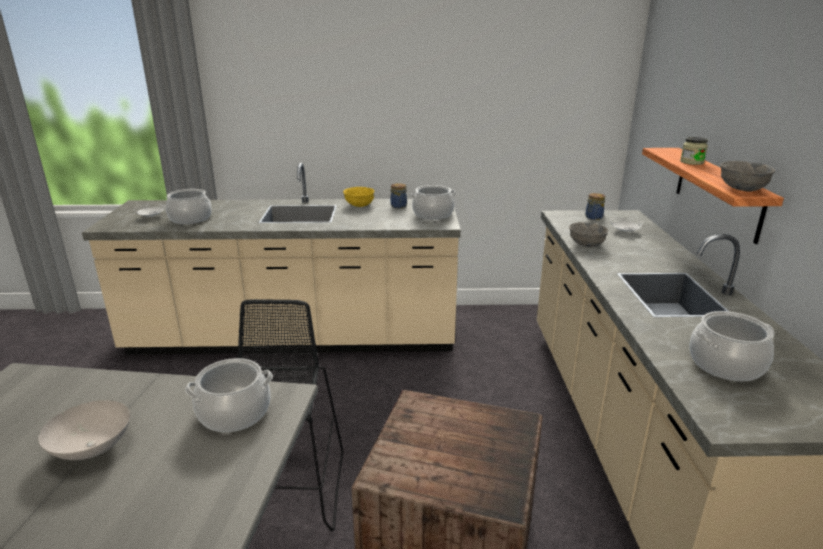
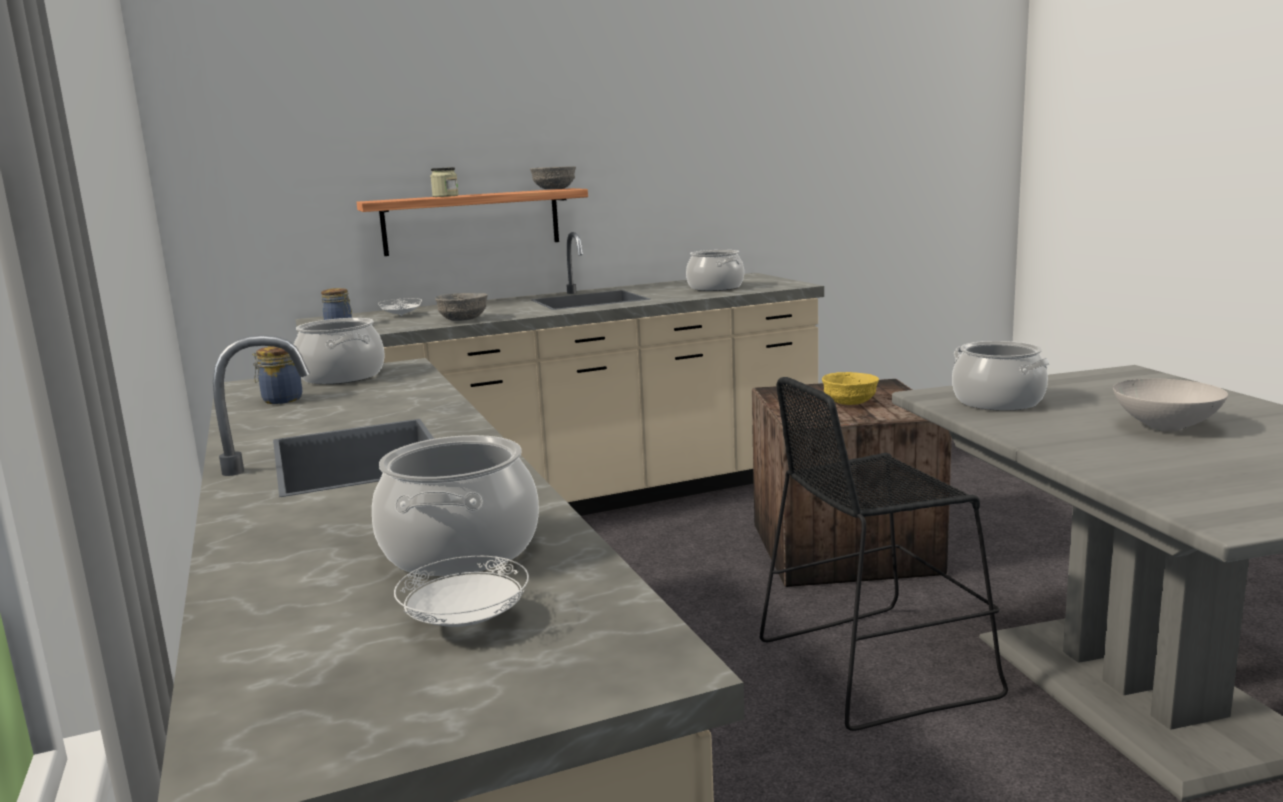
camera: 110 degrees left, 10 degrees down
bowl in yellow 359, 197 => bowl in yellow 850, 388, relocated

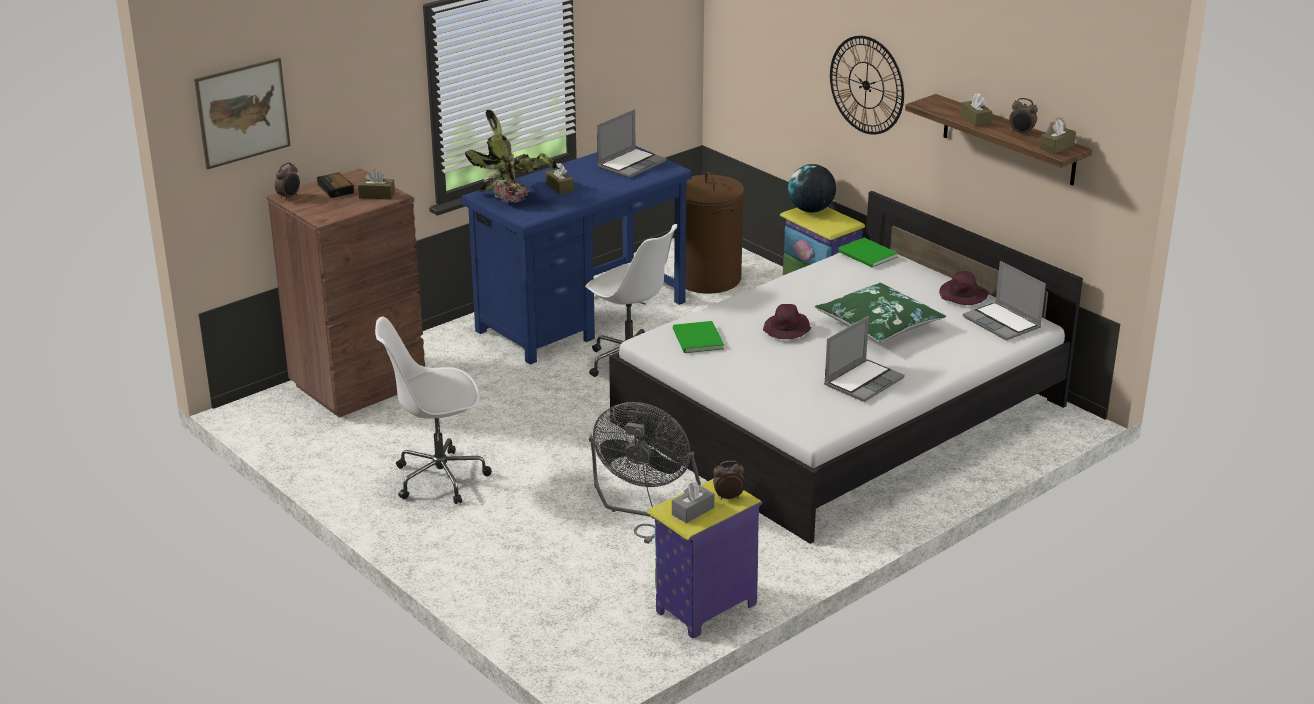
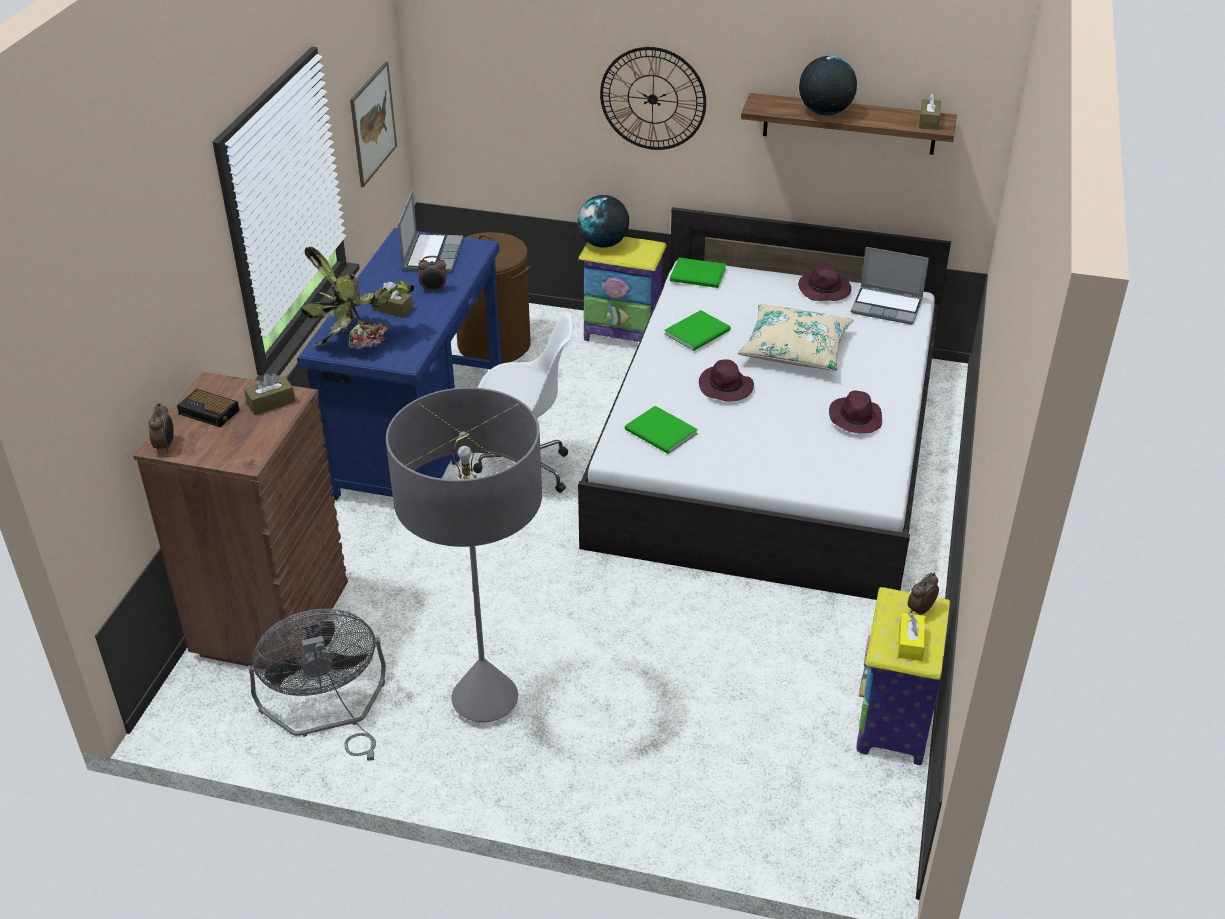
camera: 35 degrees left, 10 degrees up
fan in grey 645, 473 => fan in grey 317, 685, relocated
picture 242, 114 => picture 373, 124, relocated
office chair in white 433, 410 => floor lamp in grey 464, 554
alarm clock 1023, 117 => alarm clock 432, 274, relocated
nothing => book in green 698, 330
pillow in green 880, 313 => pillow in beige 795, 337
tissue box in brown 976, 110 => globe 828, 85
laptop 864, 359 => hat in purple 855, 411
tissue box in grey 693, 502 => tissue box in yellow 912, 637

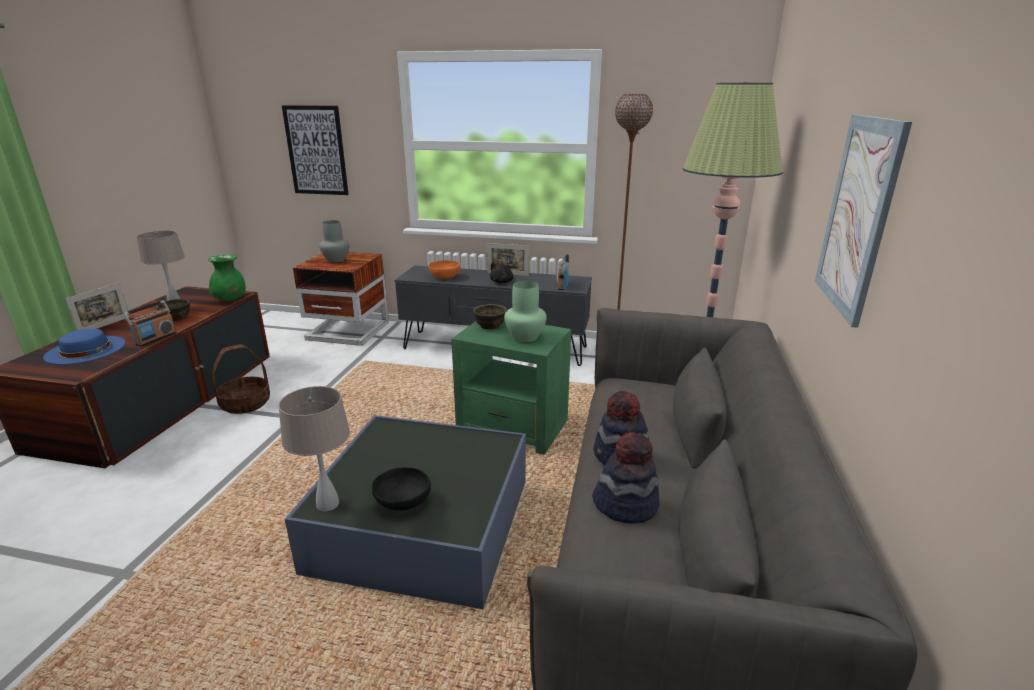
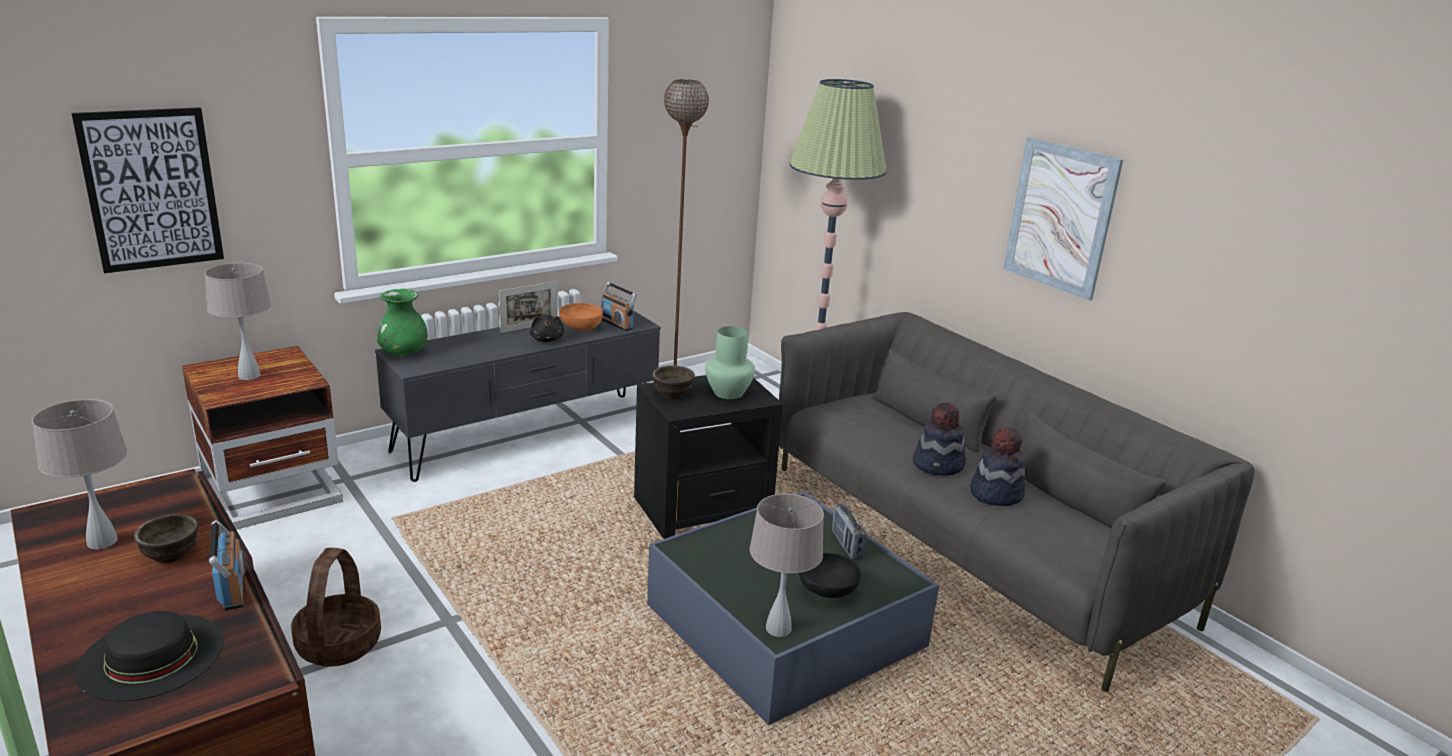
camera: 50 degrees left, 0 degrees up
hat in blue 84, 346 => hat in black 149, 656
vase in grey 334, 241 => table lamp in beige 237, 321
vase in green 227, 277 => vase in green 402, 322, relocated
bowl in orange 444, 269 => bowl in orange 581, 317, relocated
side table in green 511, 388 => side table in black 708, 457
nothing => radio 849, 532
picture frame 97, 307 => nothing

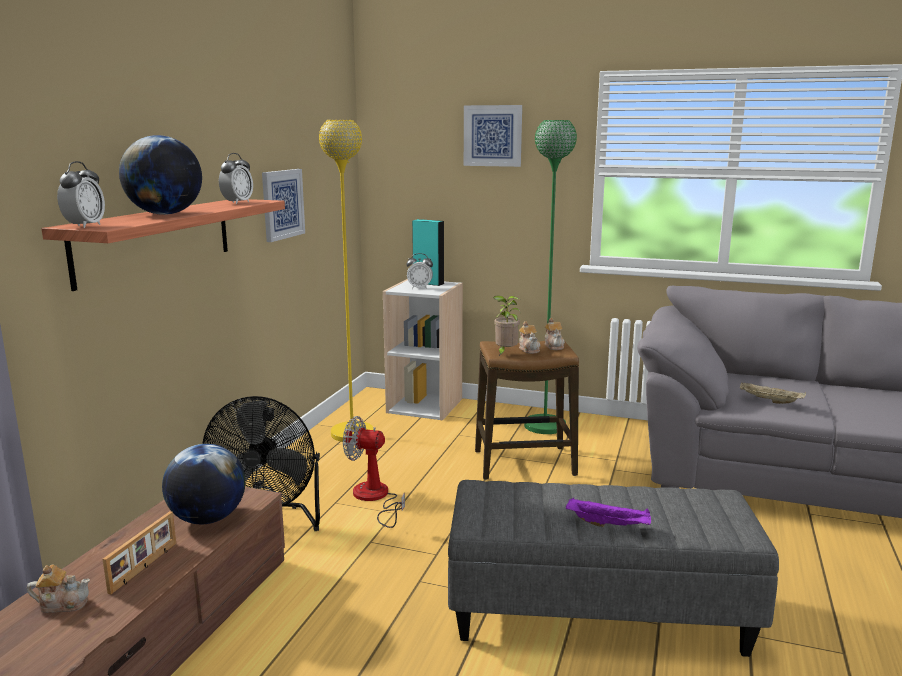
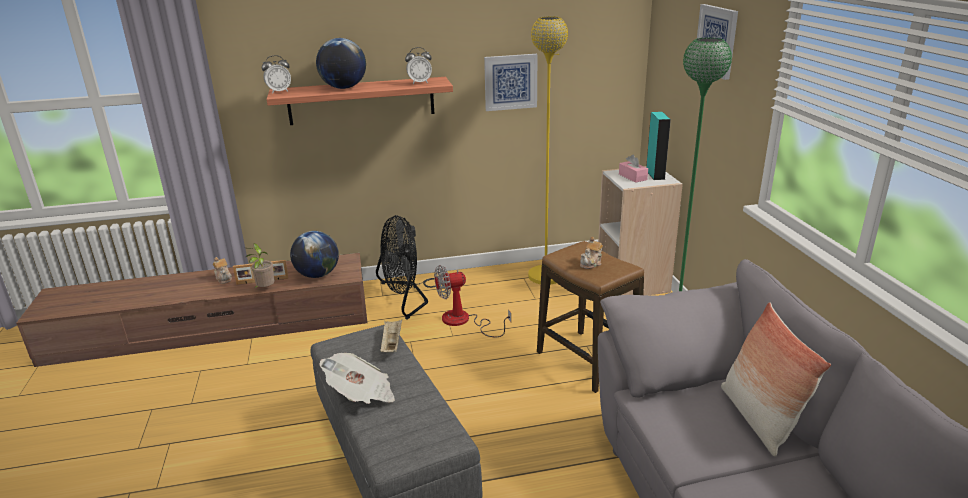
camera: 60 degrees right, 10 degrees up
potted plant 507, 325 => potted plant 260, 266, relocated
tray in purple 608, 512 => newspaper 357, 378
tray in beige 773, 393 => tray in beige 391, 336, relocated
fan 374, 472 => fan 472, 301, 90 degrees counterclockwise
alarm clock 419, 271 => tissue box in pink 633, 169
nothing => pillow 776, 379
teapot 555, 334 => nothing

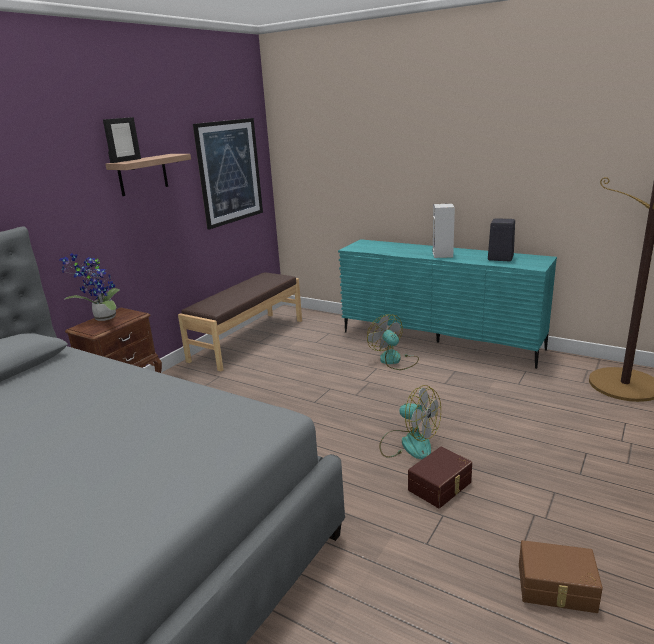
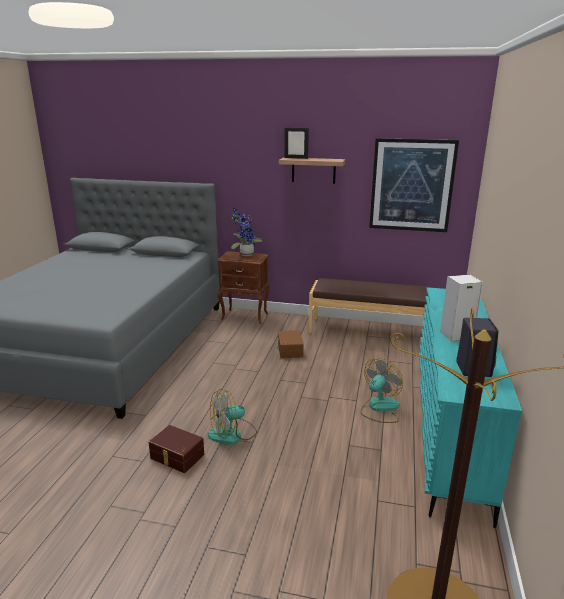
camera: 70 degrees right, 0 degrees up
fan 410, 422 => fan 232, 416, 45 degrees clockwise
storage box in brown 561, 576 => storage box in brown 290, 344, relocated

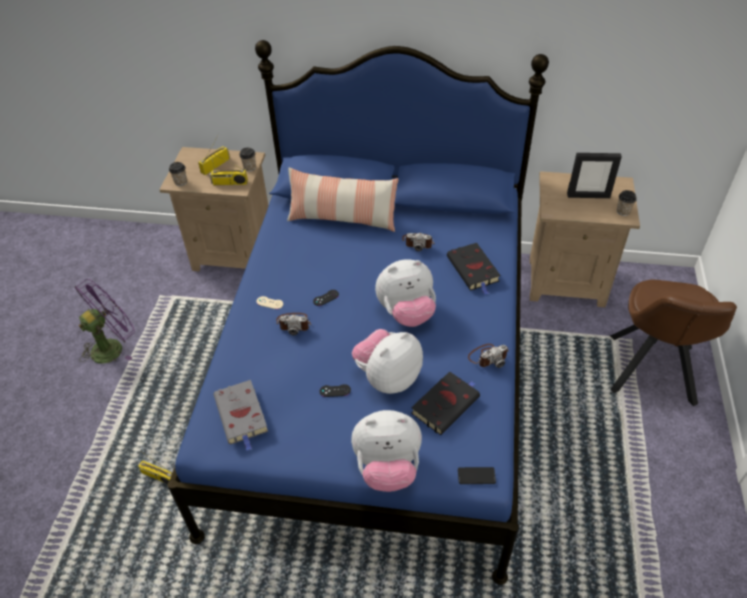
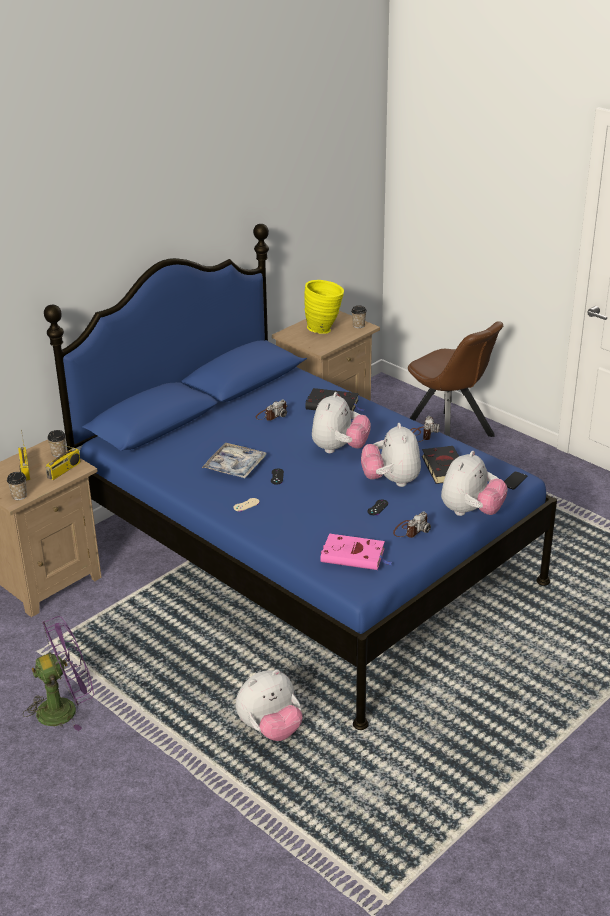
camera: 55 degrees left, 15 degrees down
fan in purple 104, 321 => fan in purple 58, 673, 75 degrees clockwise
nothing => tray 234, 460
radio 155, 467 => plush toy 269, 705
picture frame 594, 175 => vase in yellow 324, 307
book in grey 240, 415 => book in pink 356, 552
photo camera 293, 324 => photo camera 412, 524, relocated
pillow 342, 200 => nothing

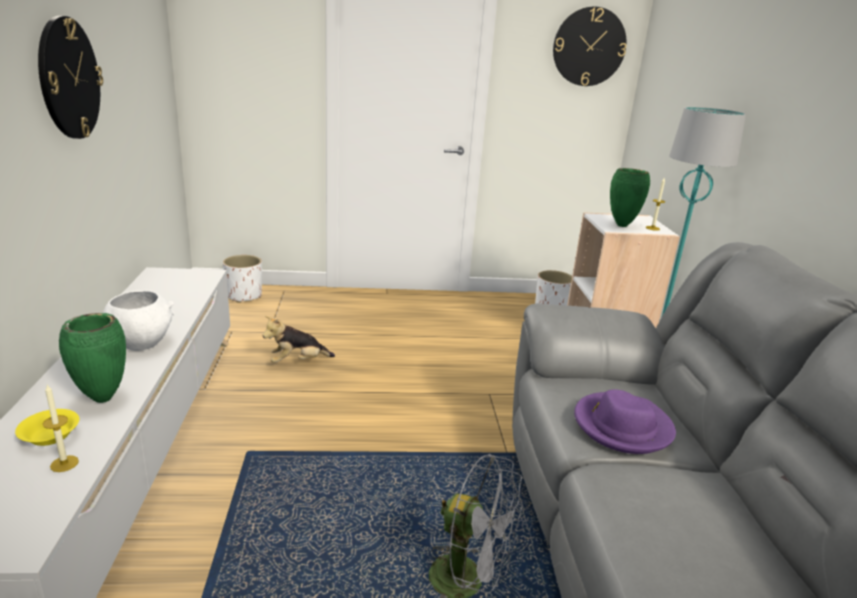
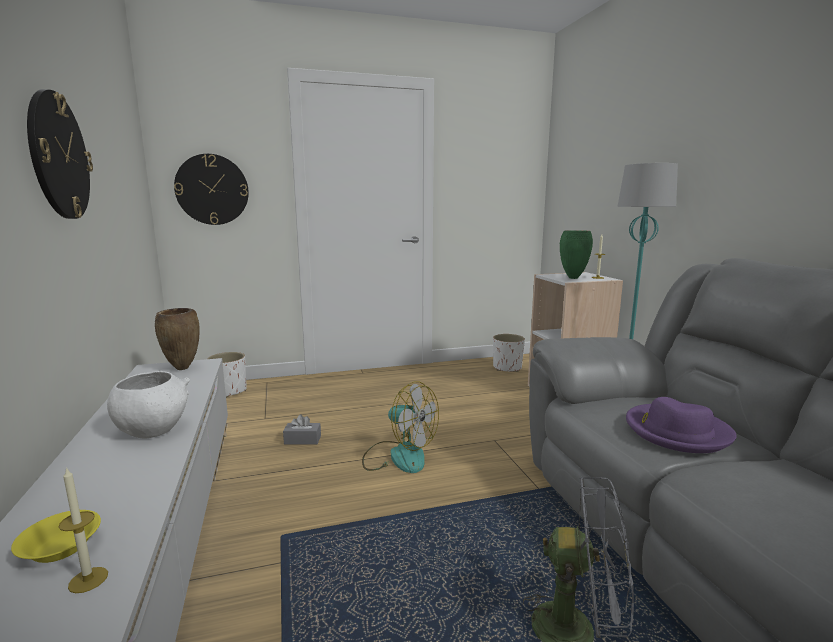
camera: 10 degrees left, 10 degrees down
nothing => vase in brown 177, 339
wall clock 589, 46 => wall clock 211, 189, relocated
plush toy 299, 339 => tissue box in grey 302, 429
nothing => fan 400, 427
vase in green 92, 358 => nothing

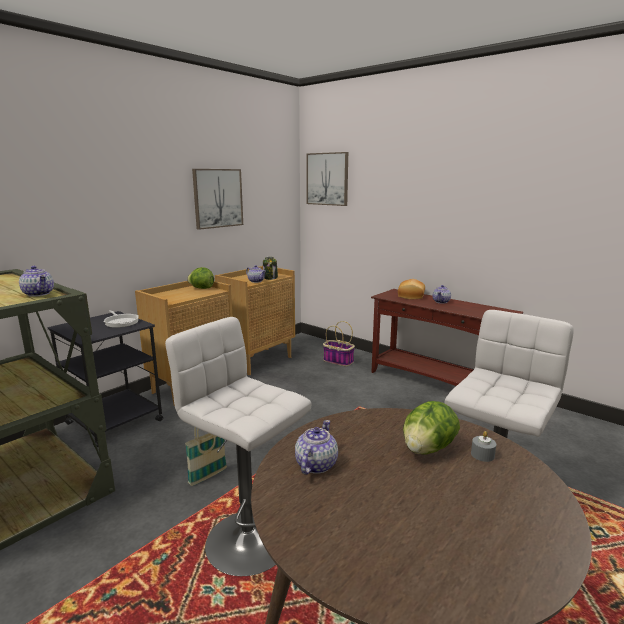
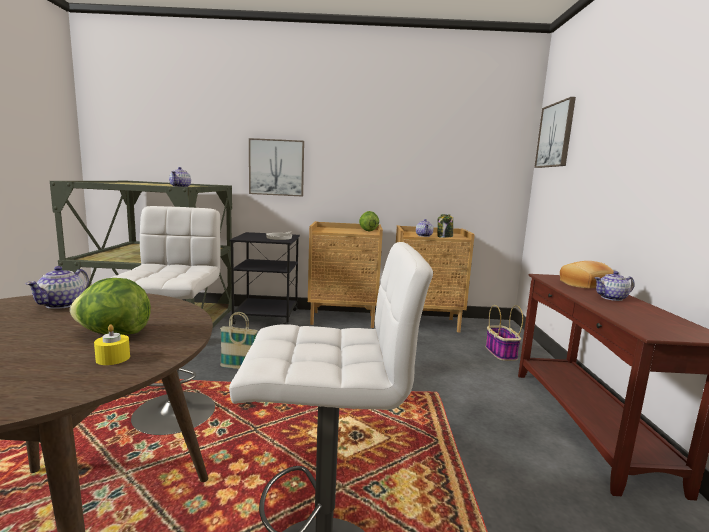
camera: 50 degrees right, 5 degrees down
teapot 316, 447 => teapot 57, 287, 120 degrees clockwise
candle in grey 483, 446 => candle in yellow 112, 344
picture 217, 199 => picture 276, 167, relocated

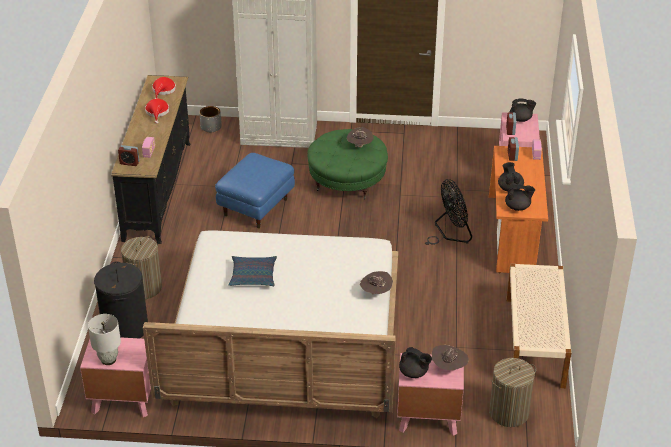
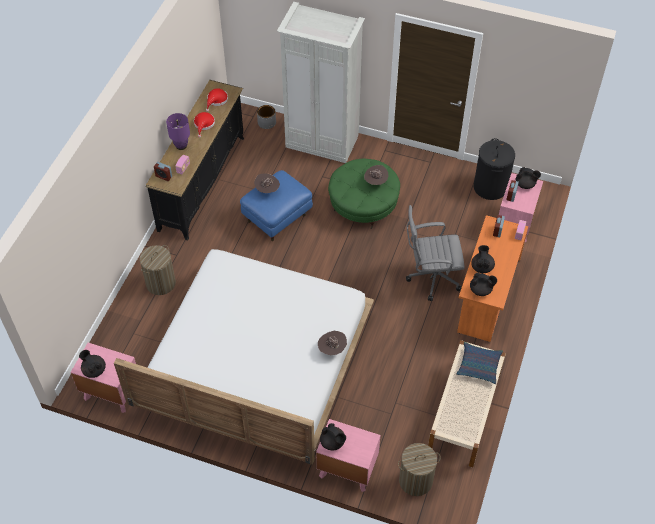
camera: 15 degrees right, 15 degrees up
table lamp in white 104, 339 => teapot in black 92, 364
nothing => table lamp in purple 178, 131
hat in brown 450, 357 => hat in brown 267, 183, relocated
fan in black 448, 212 => office chair in grey 435, 253
pillow in blue 253, 271 => pillow in blue 479, 363, relocated
laundry basket in black 121, 300 => laundry basket in black 494, 169, relocated

